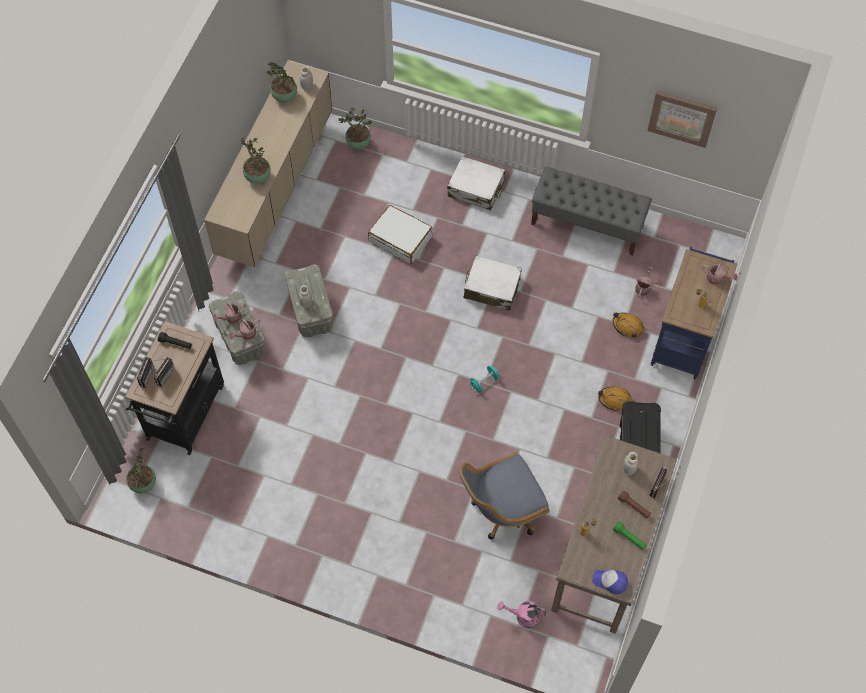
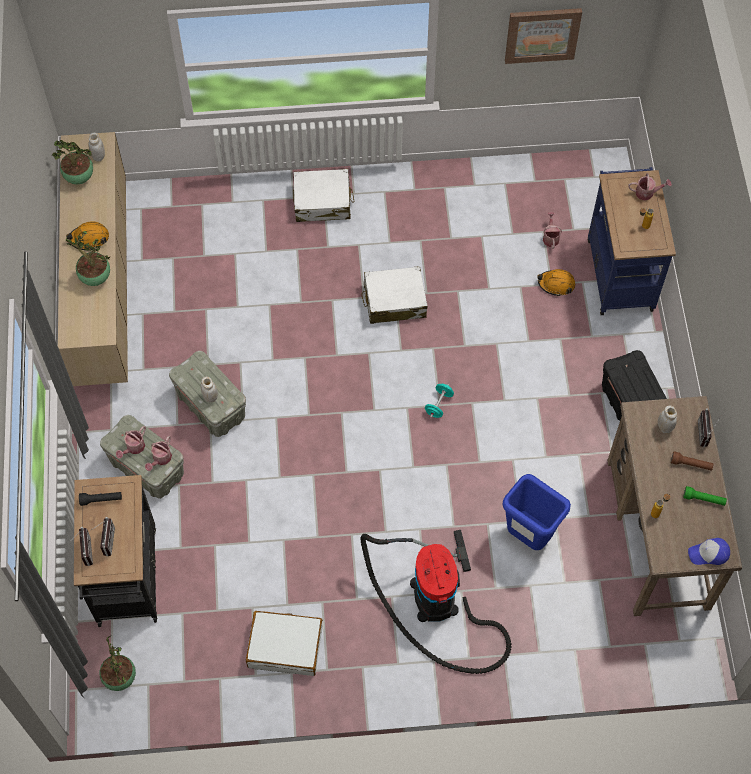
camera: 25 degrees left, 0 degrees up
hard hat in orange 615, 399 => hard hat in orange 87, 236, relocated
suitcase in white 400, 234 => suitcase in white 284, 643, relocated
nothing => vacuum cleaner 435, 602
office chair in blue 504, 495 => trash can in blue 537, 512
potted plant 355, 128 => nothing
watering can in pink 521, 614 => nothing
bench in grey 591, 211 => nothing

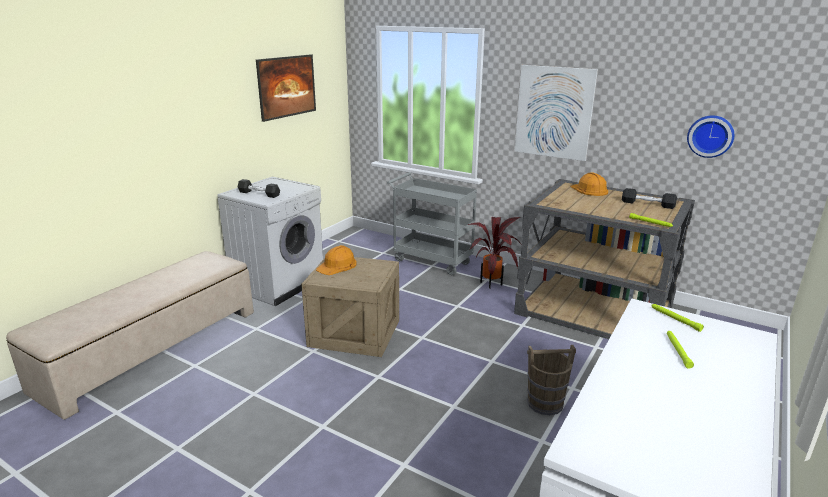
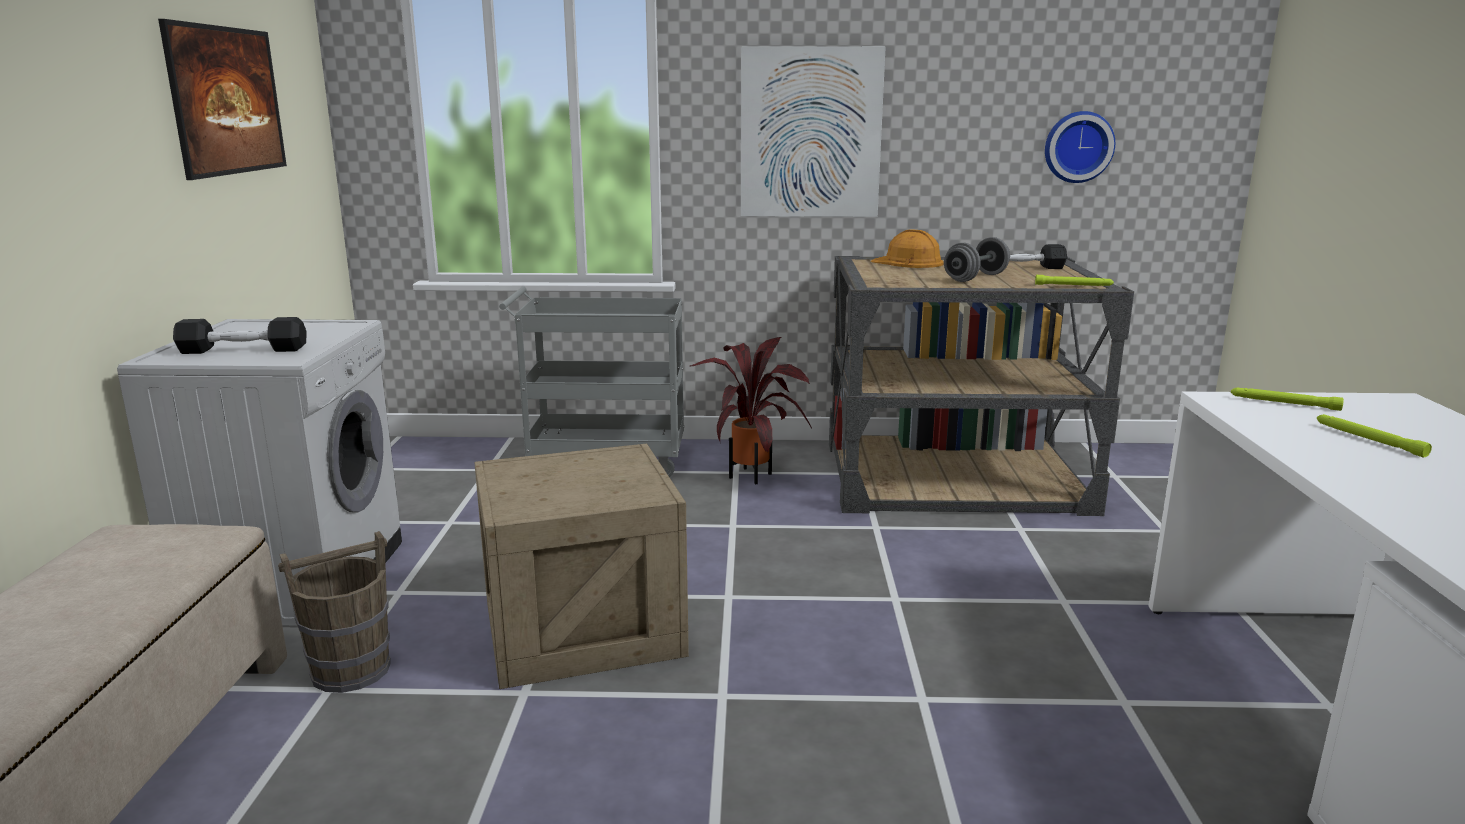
camera: 30 degrees left, 5 degrees down
bucket in brown 551, 380 => bucket in brown 334, 612, relocated
nothing => dumbbell in grey 977, 259
hard hat in orange 336, 260 => nothing

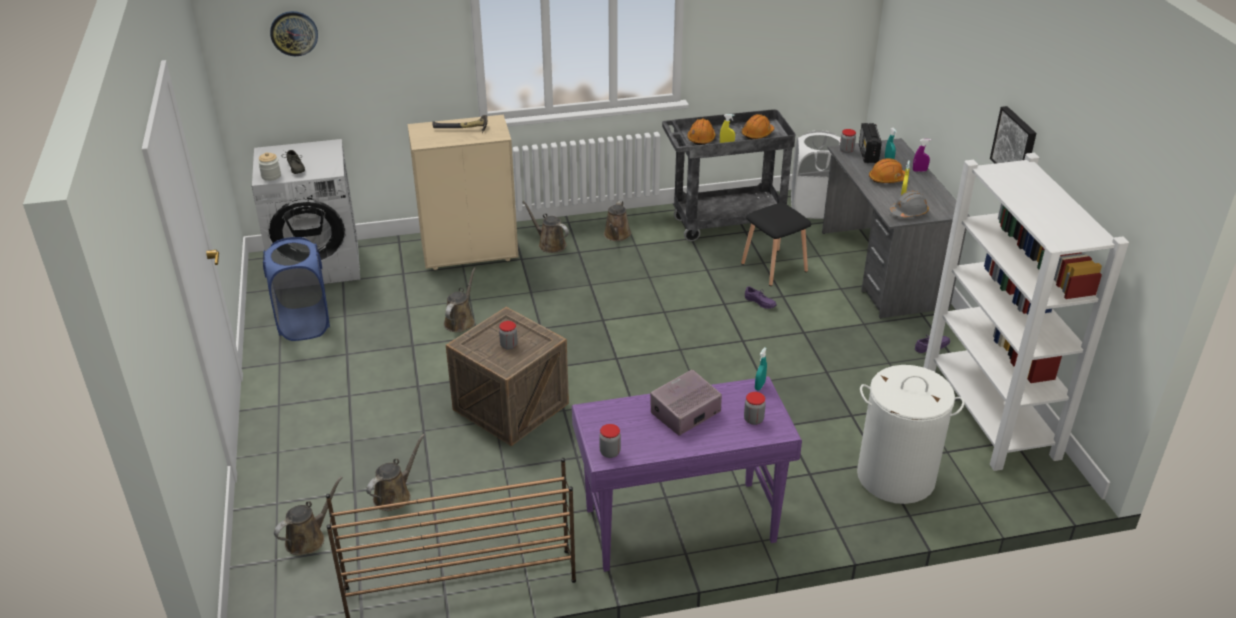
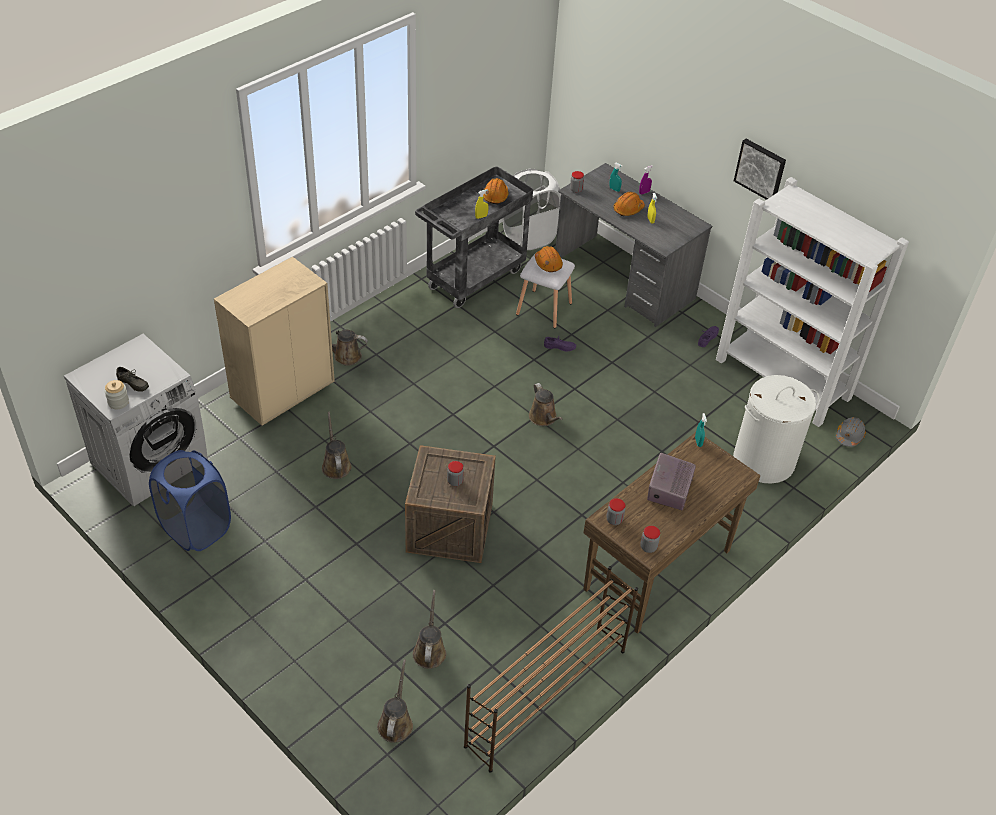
camera: 35 degrees left, 10 degrees up
stool in black 776, 244 => stool in white 545, 290
watering can in brown 617, 221 => watering can in brown 545, 404, relocated
hard hat in orange 702, 131 => hard hat in orange 549, 259, relocated
console table in purple 687, 474 => console table in brown 671, 533
jar 755, 408 => jar 615, 511, relocated
hard hat in grey 909, 204 => hard hat in grey 851, 432, relocated
wall clock 294, 33 => nothing
hammer 459, 124 => nothing
radio 870, 143 => nothing

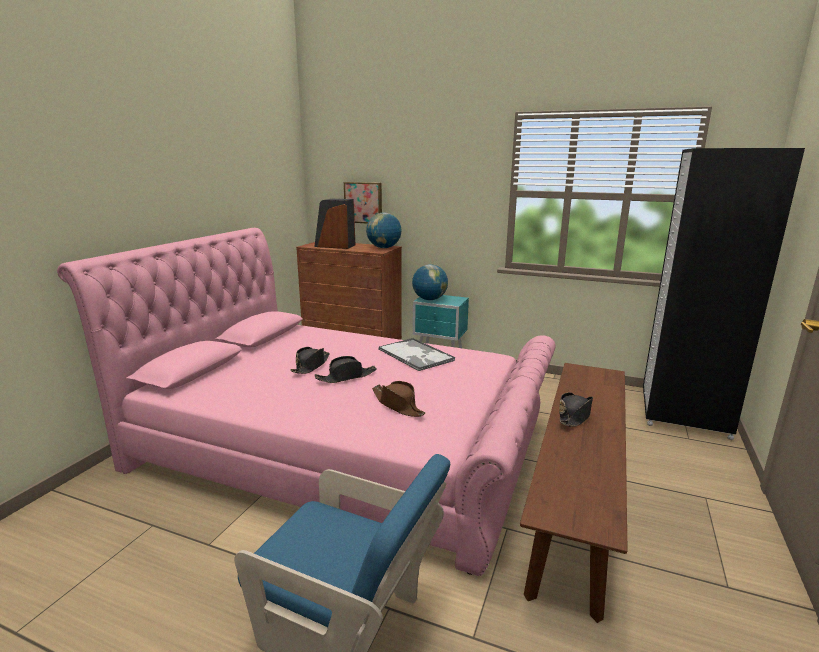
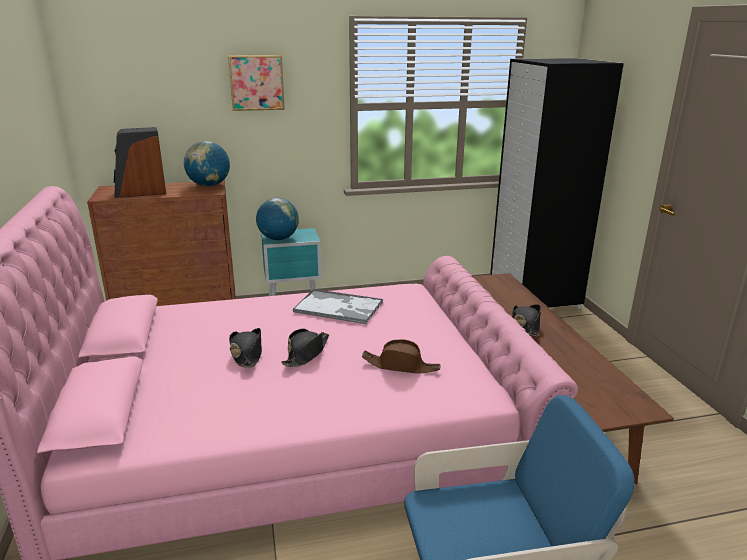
camera: 35 degrees left, 5 degrees up
picture 363, 203 => picture 256, 83, relocated

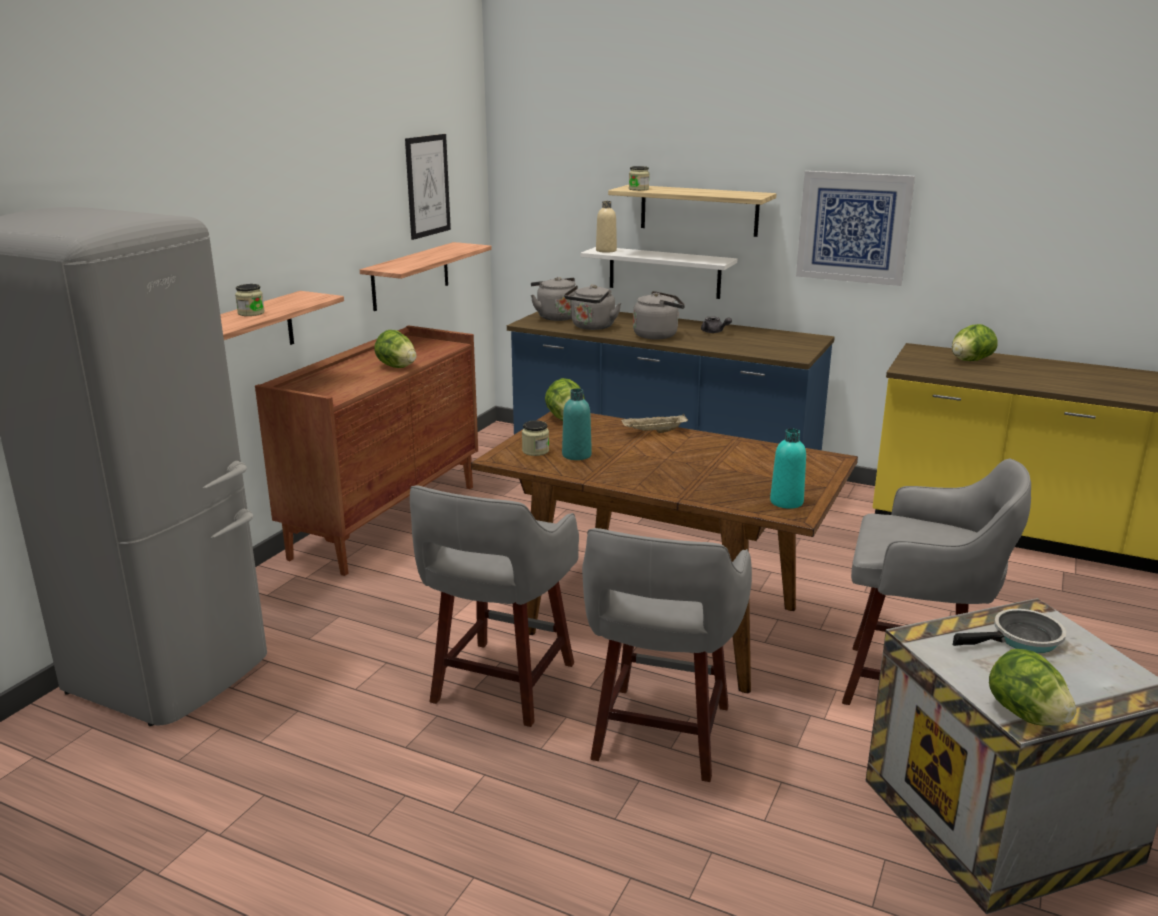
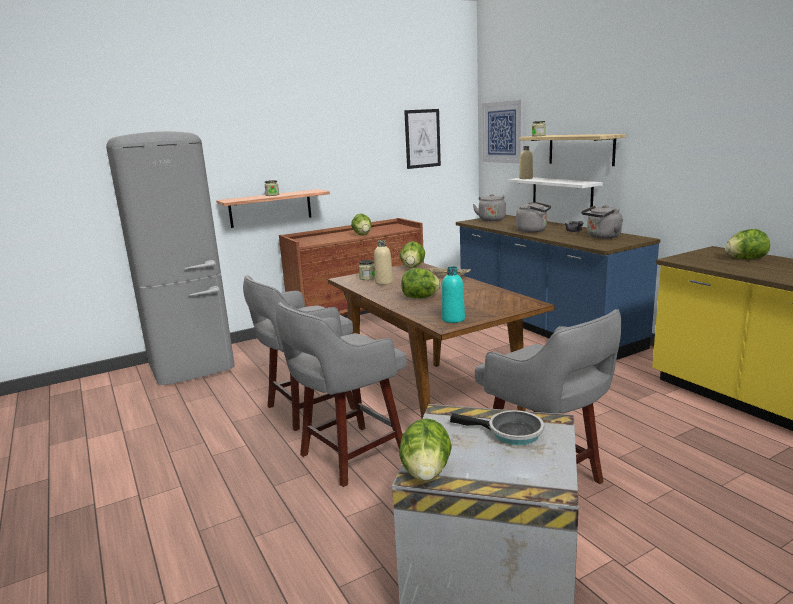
camera: 35 degrees right, 5 degrees down
bottle in turquoise 577, 424 => bottle in beige 383, 262
nothing => lettuce 421, 283
picture 855, 228 => picture 502, 131, relocated
kettle in grey 592, 307 => kettle in grey 602, 222, relocated
shelf 425, 276 => nothing

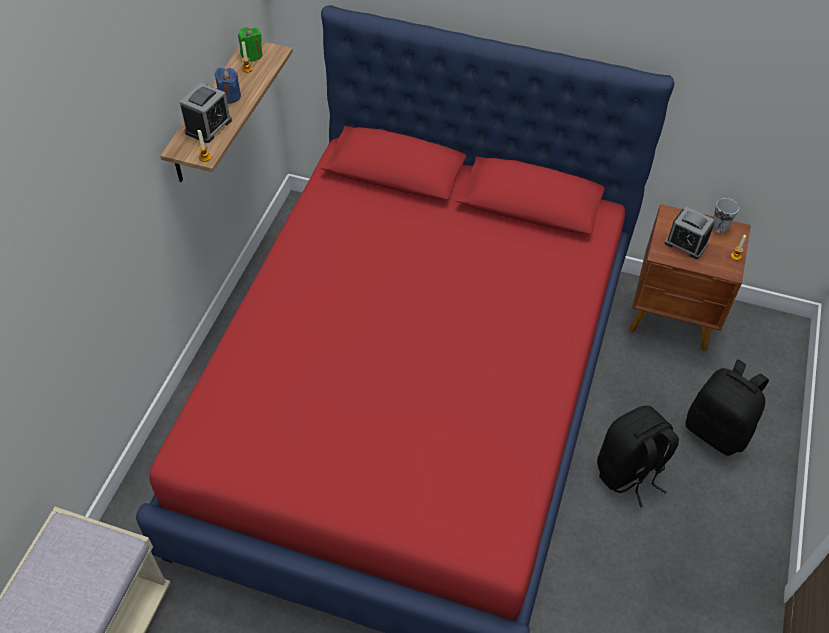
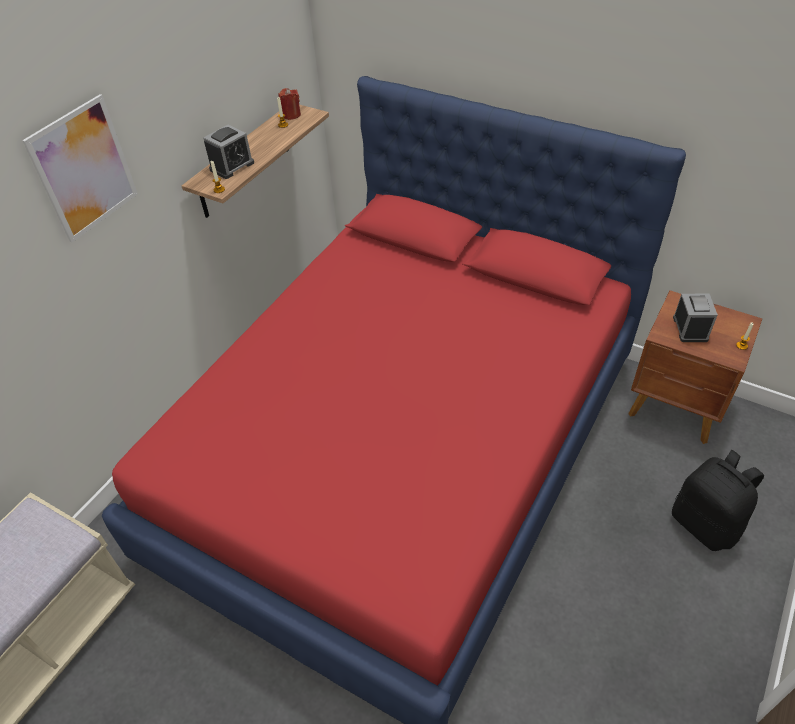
camera: 15 degrees right, 5 degrees down
nothing => picture 80, 168
candle in green 250, 44 => candle in red 289, 104
alarm clock 690, 233 => alarm clock 695, 318, 135 degrees counterclockwise
candle in blue 227, 86 => nothing
backpack in black 638, 456 => nothing
cup 726, 215 => nothing

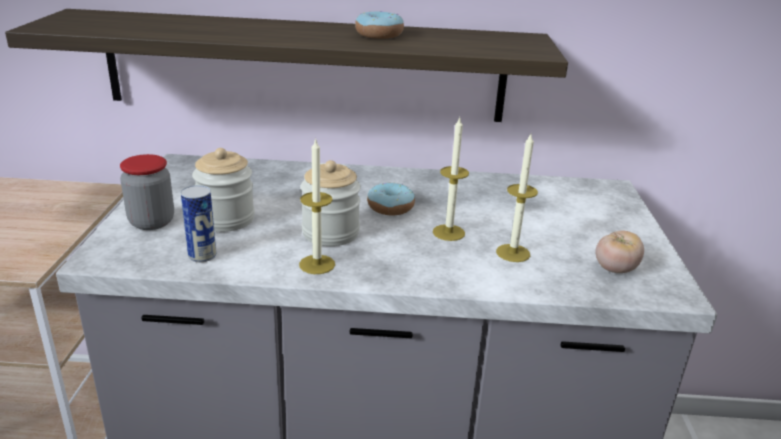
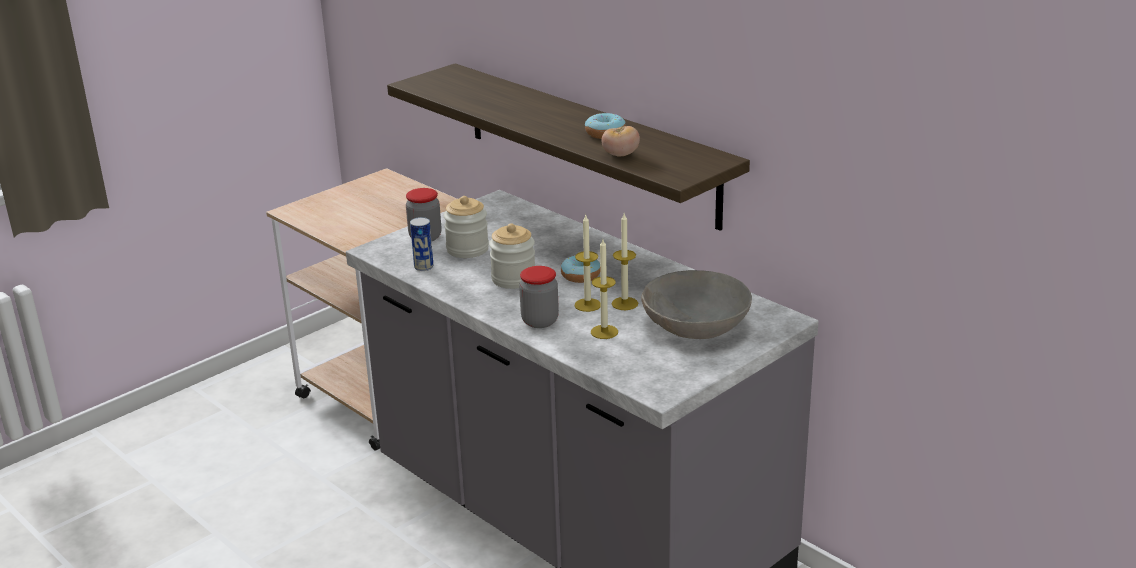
camera: 45 degrees right, 0 degrees up
nothing => jar 539, 297
tomato 620, 251 => tomato 620, 141, relocated
candle 317, 206 => candle 625, 262, relocated
nothing => bowl in grey 696, 304

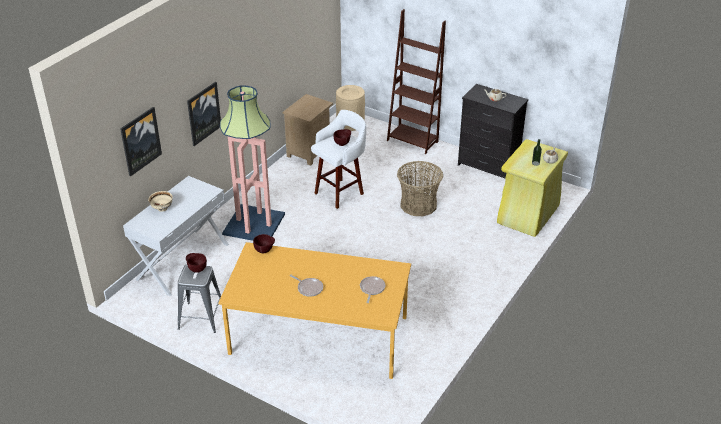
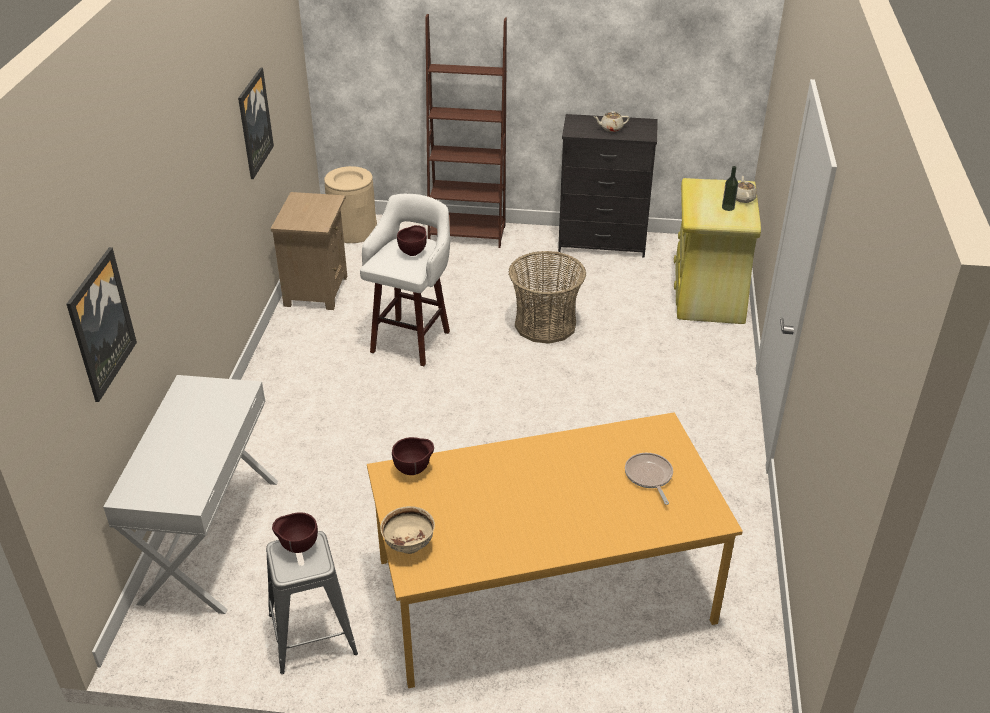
camera: 25 degrees left, 0 degrees up
picture 204, 114 => picture 256, 123, relocated
bowl in beige 160, 201 => bowl in beige 407, 530, relocated
floor lamp 252, 163 => nothing
frying pan 306, 286 => nothing

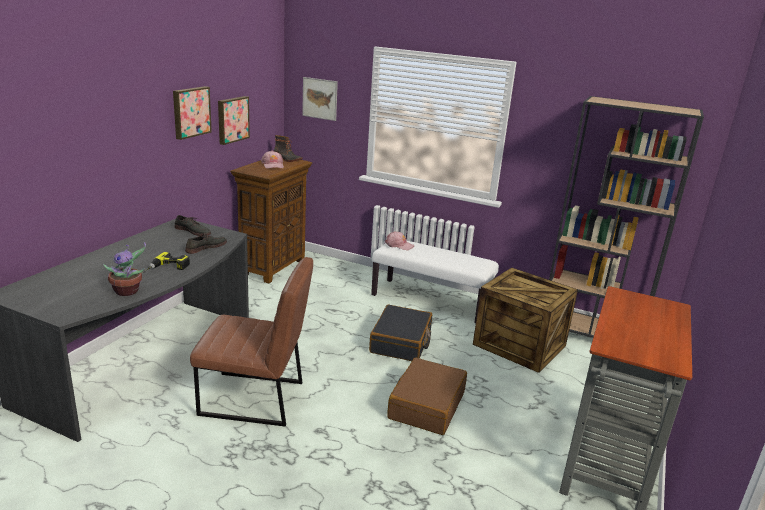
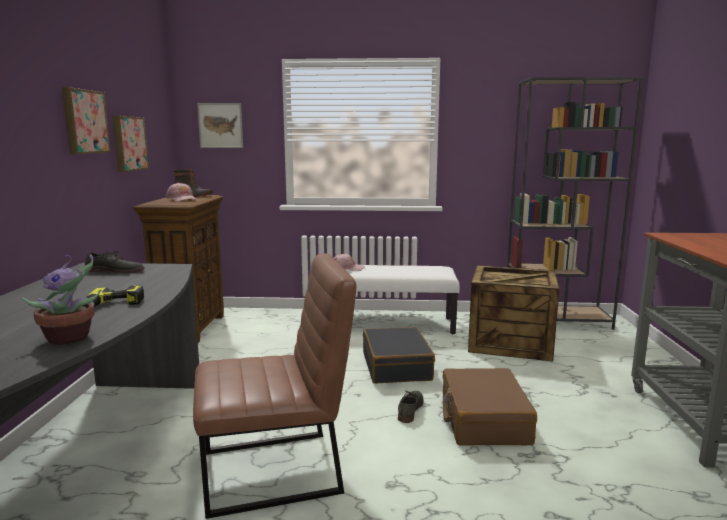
camera: 20 degrees left, 10 degrees down
shoe in grey 206, 243 => shoe in grey 411, 407, relocated

